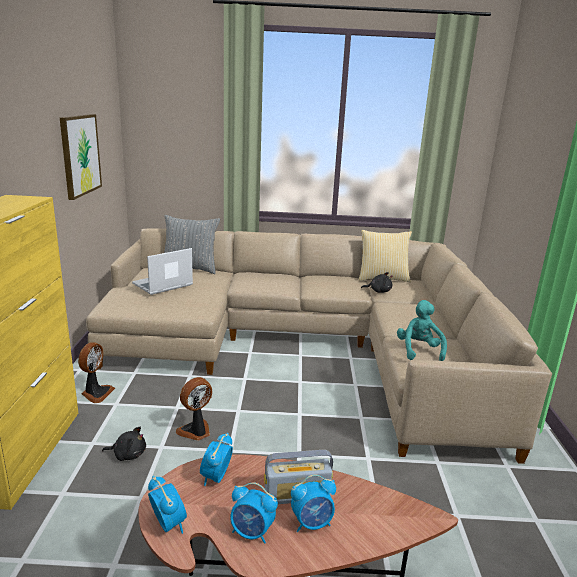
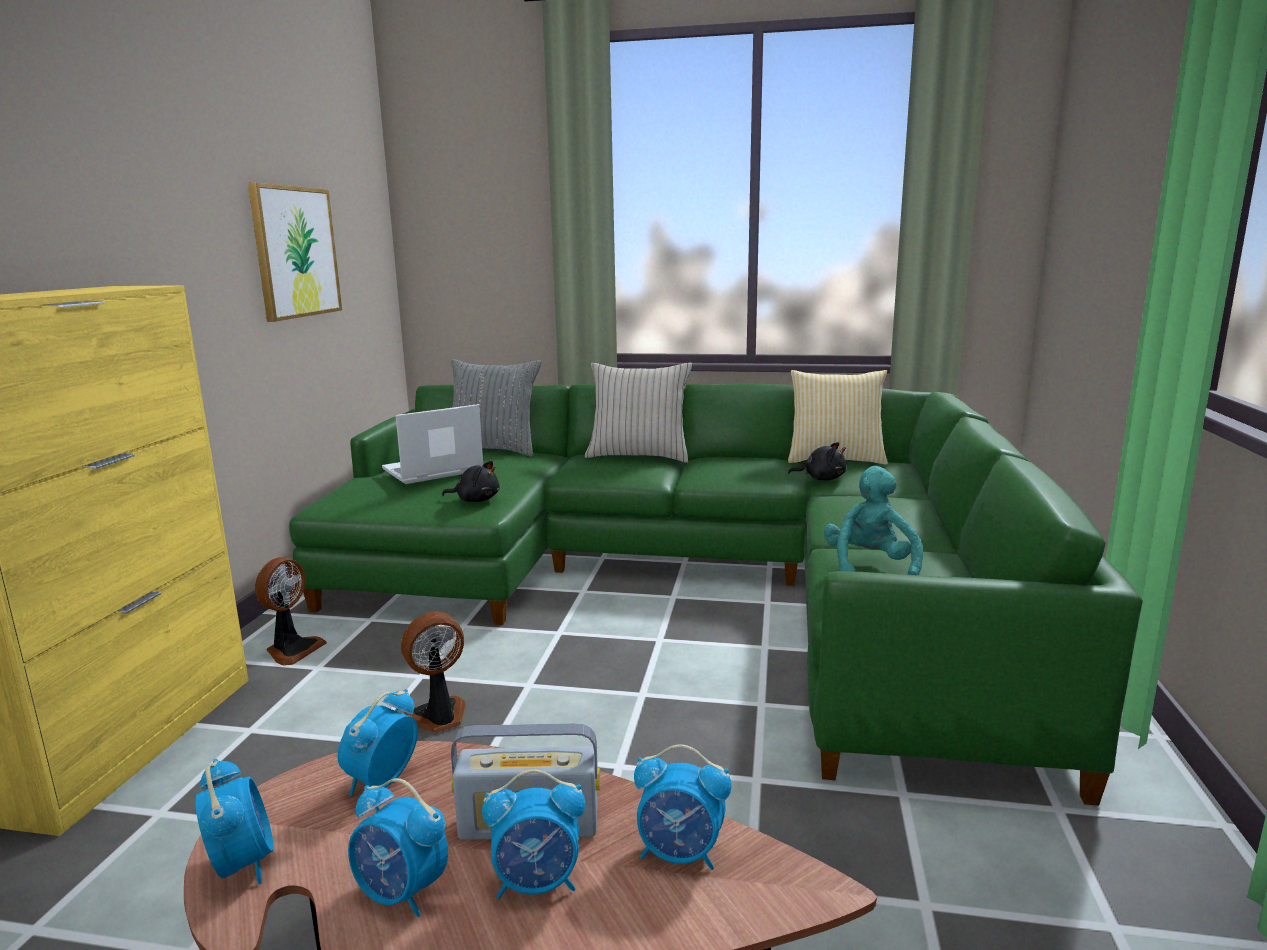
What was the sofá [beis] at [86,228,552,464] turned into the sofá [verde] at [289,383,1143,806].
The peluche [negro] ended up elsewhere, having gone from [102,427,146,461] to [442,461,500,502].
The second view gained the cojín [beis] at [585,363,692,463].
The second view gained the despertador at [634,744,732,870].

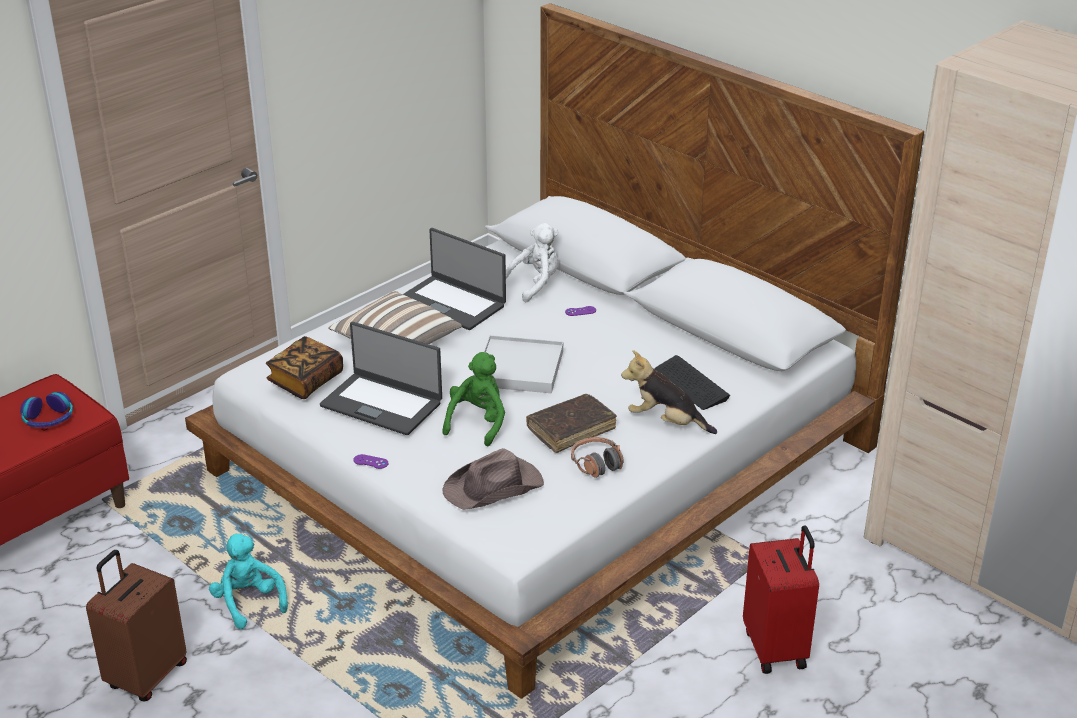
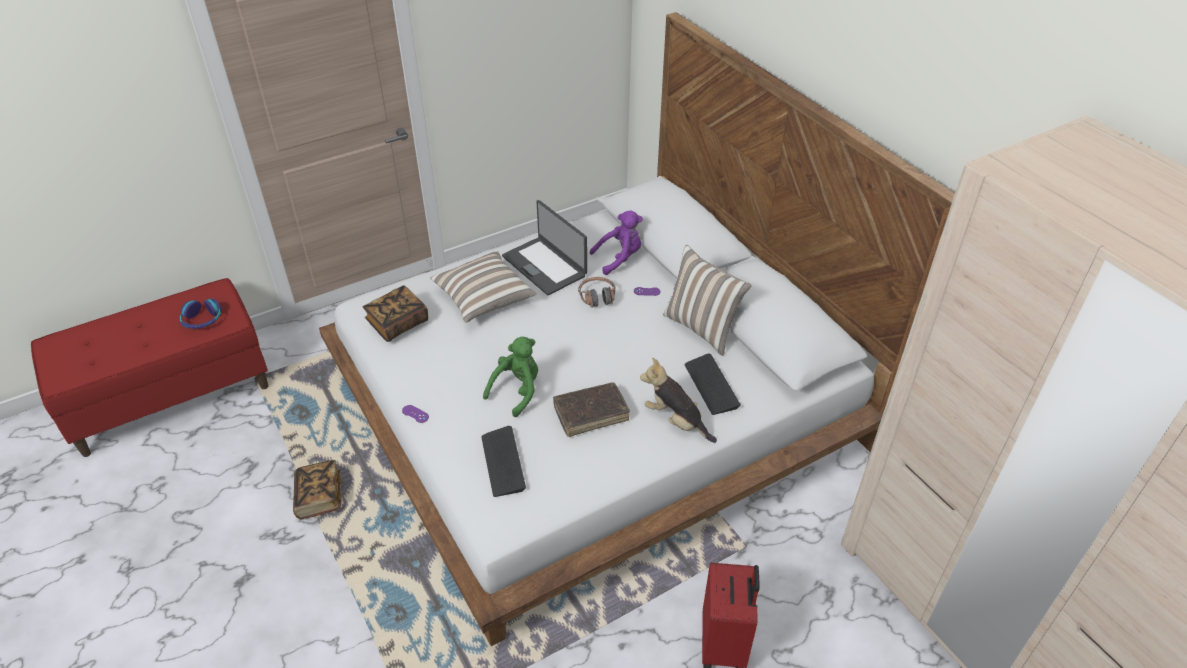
The second view lost the maleta [marrón] at [86,550,187,701].
Where the peluche [turquesa] stood at [209,534,288,629], the libro came to stand at [293,460,342,520].
The second view lost the portátil at [320,322,442,435].
Where the sombrero [marrón] stood at [442,448,544,510], the teclado came to stand at [481,426,526,497].
The second view lost the bandeja [blanco] at [484,335,563,393].
What was the peluche [blanco] at [506,223,559,303] turned into the peluche [morado] at [590,210,643,275].
The auriculares ended up elsewhere, having gone from [571,437,624,478] to [578,277,616,308].
The second view gained the cojín at [663,245,751,356].

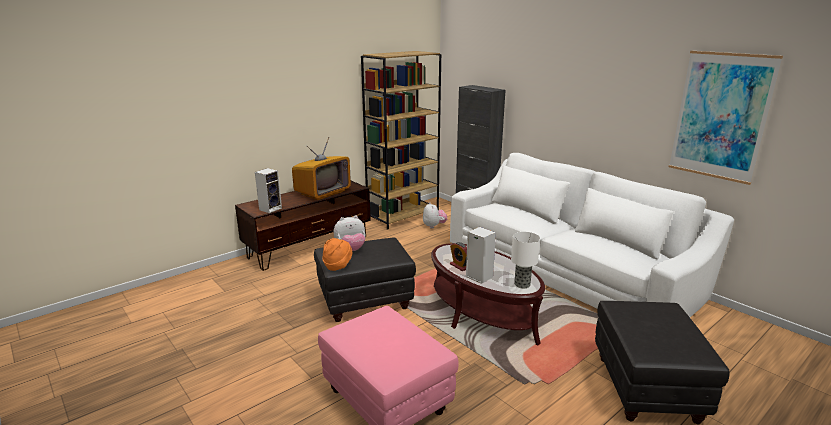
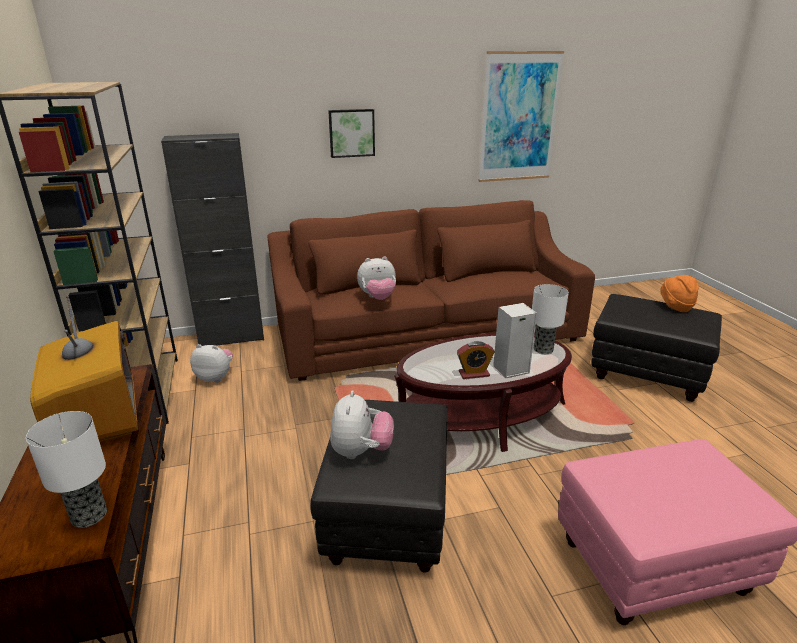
Where the altavoz stood at [255,168,282,213], the lámpara de mesa came to stand at [26,411,107,528].
The sombrero [naranja] ended up elsewhere, having gone from [322,238,352,271] to [660,275,699,312].
What was the sofá [blanco] at [450,153,734,317] turned into the sofá [marrón] at [267,200,595,381].
The second view gained the cuadro at [328,109,375,158].
The second view gained the peluche at [357,256,396,300].

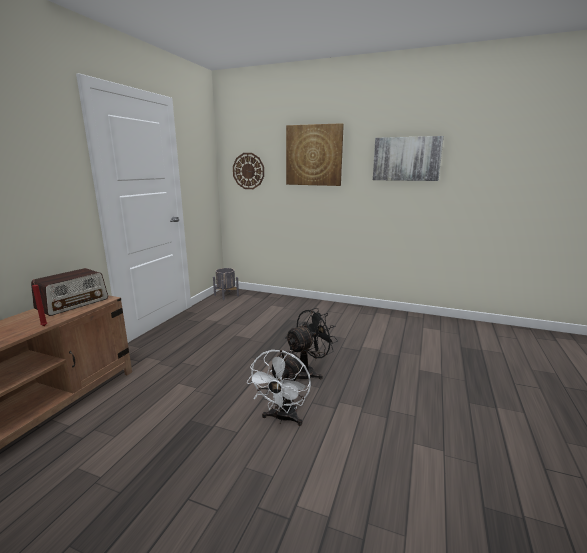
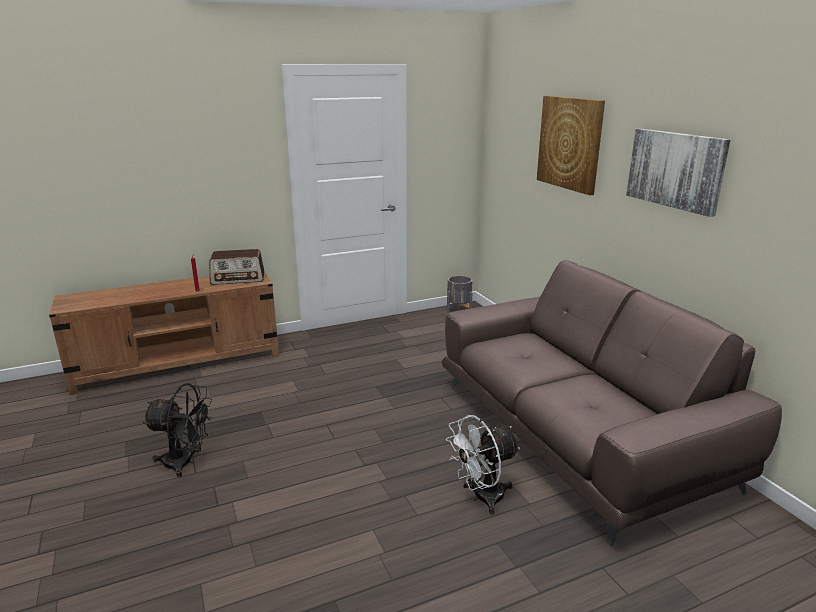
The second view lost the reloj de pared at [233,153,264,189].
The ventilador [blanco] ended up elsewhere, having gone from [247,350,311,426] to [446,415,520,515].
The ventilador [negro] ended up elsewhere, having gone from [285,308,338,379] to [142,383,212,477].
The second view gained the sofá [marrón] at [442,260,782,547].

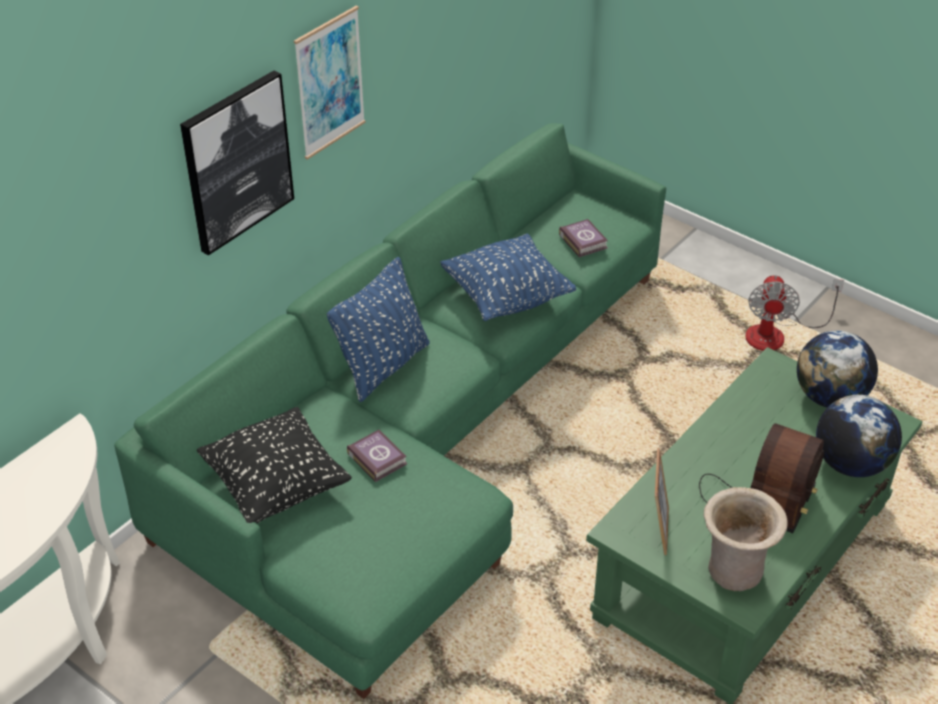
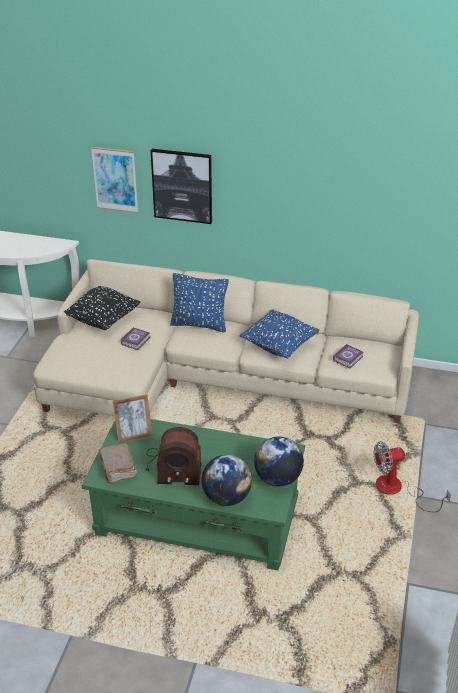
What was the sofá [verde] at [114,123,666,699] turned into the sofá [beis] at [33,259,419,423].
The cuadro ended up elsewhere, having gone from [294,6,366,160] to [91,147,138,213].
Where the florero [beis] stood at [704,487,788,591], the libro [marrón] came to stand at [99,443,137,483].

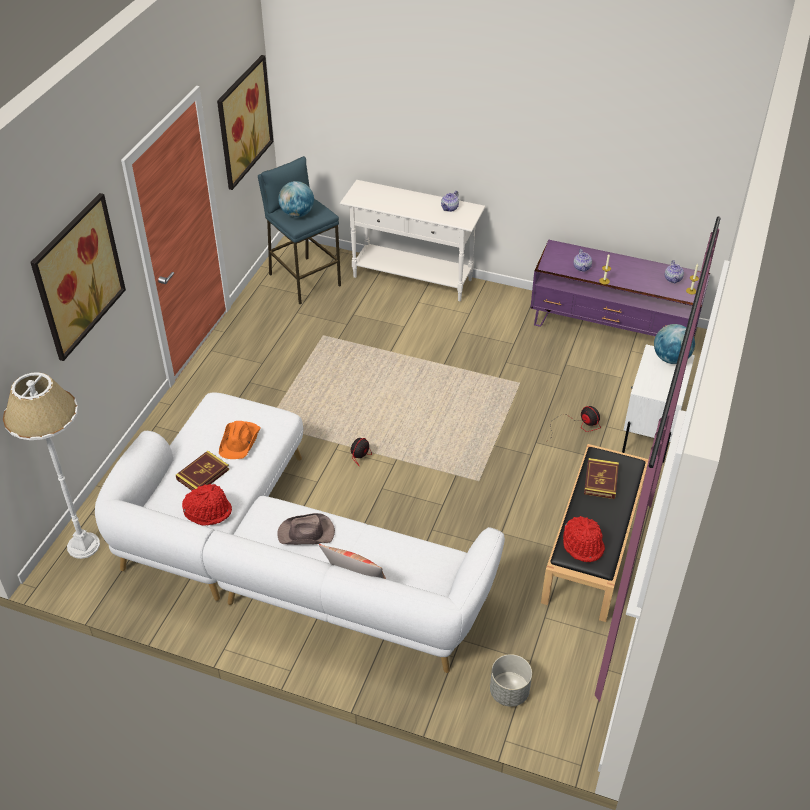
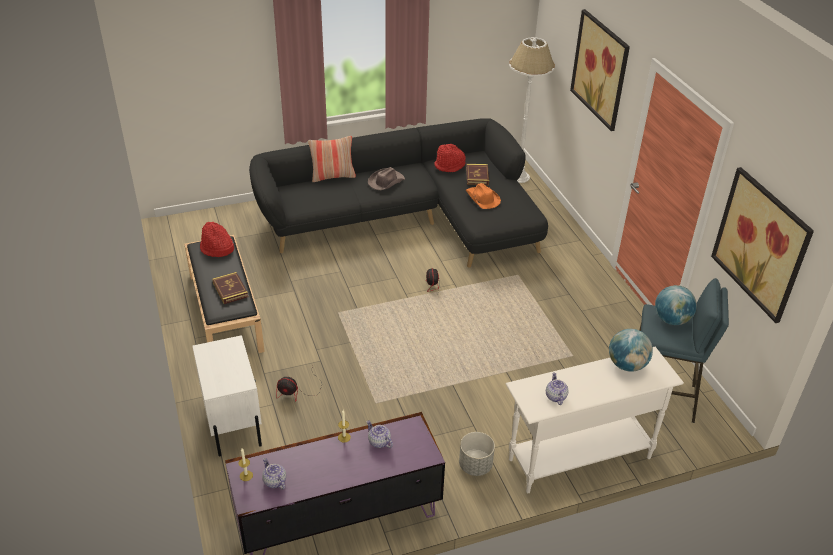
What was the sofá [blanco] at [95,392,505,673] turned into the sofá [negro] at [249,118,548,268].
The maceta [gris] ended up elsewhere, having gone from [490,654,532,707] to [459,432,495,476].
The globo terráqueo ended up elsewhere, having gone from [654,324,695,364] to [609,329,653,372].

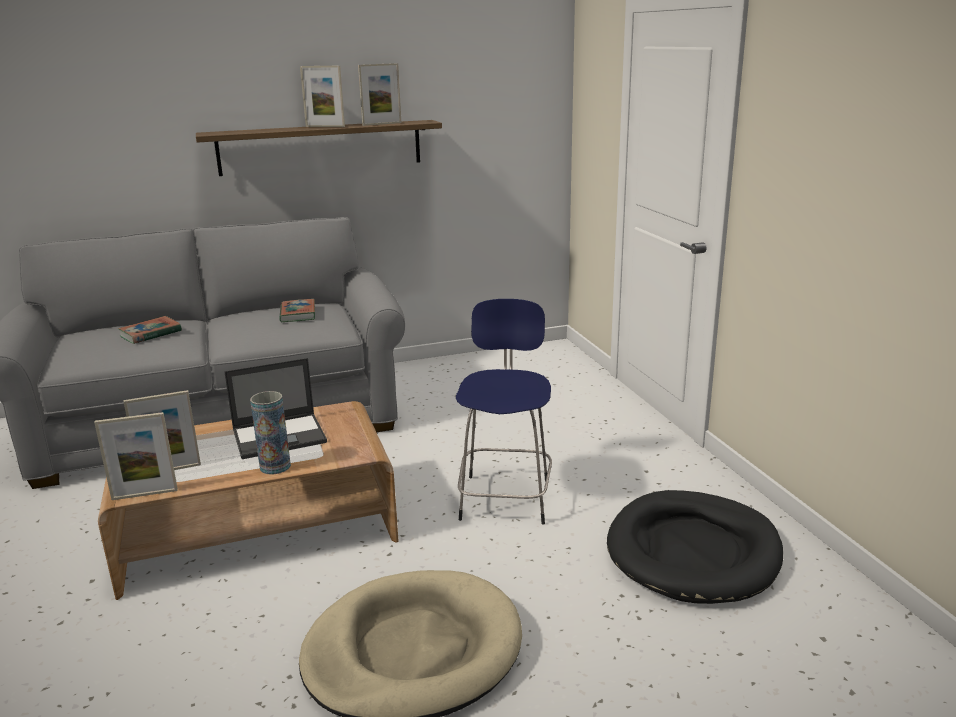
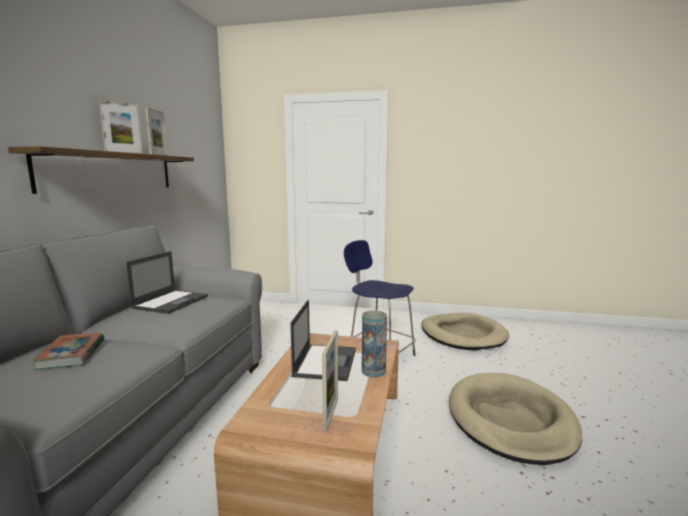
The second view lost the portarretratos at [94,412,178,500].
Where the libro stood at [279,299,315,322], the portátil came to stand at [126,251,208,314].
What was the cama para perro [negro] at [607,490,783,604] turned into the cama para perro [beis] at [421,313,509,350].

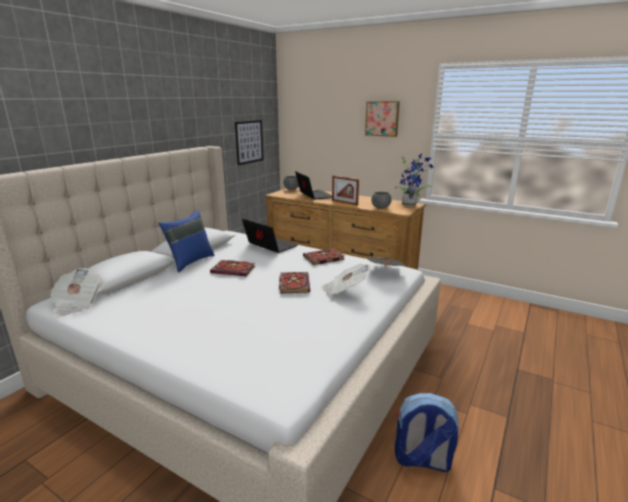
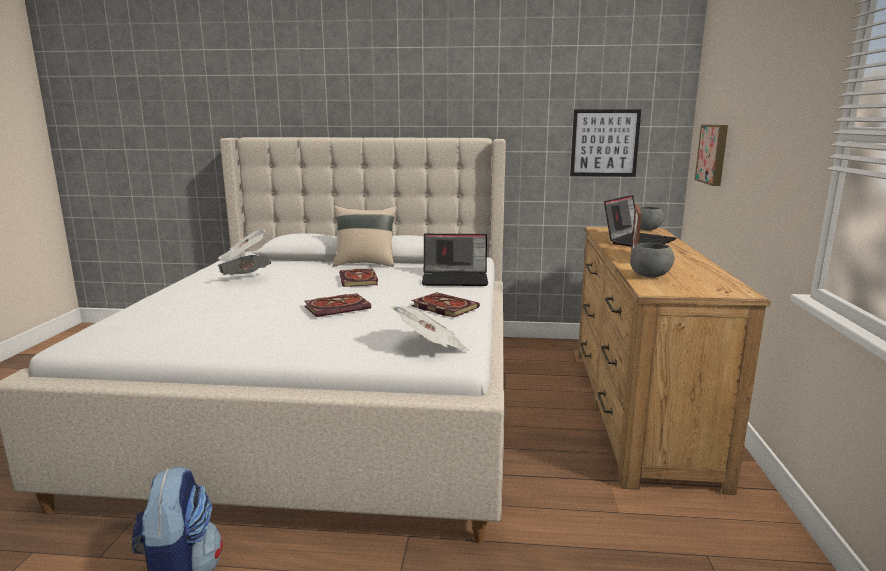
What was the cojín [azul] at [158,210,214,273] turned into the cojín [beis] at [333,206,397,267].
The portátil at [242,219,298,253] ended up facing another way, 75 degrees clockwise from before.
The periódico ended up elsewhere, having gone from [321,263,371,296] to [218,255,271,275].
The cuadro ended up elsewhere, having gone from [365,101,400,137] to [695,124,728,186].
The second view lost the planta en maceta at [394,154,433,206].

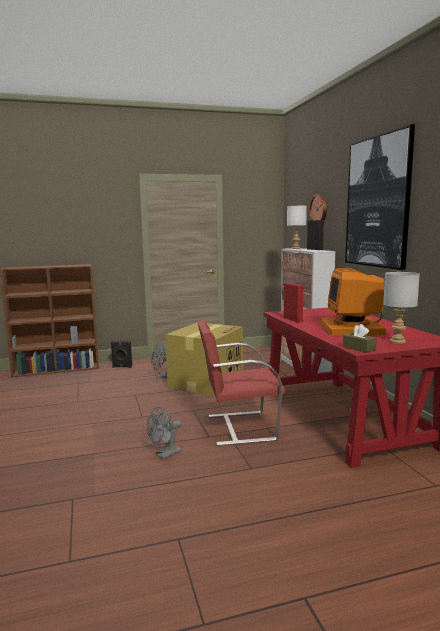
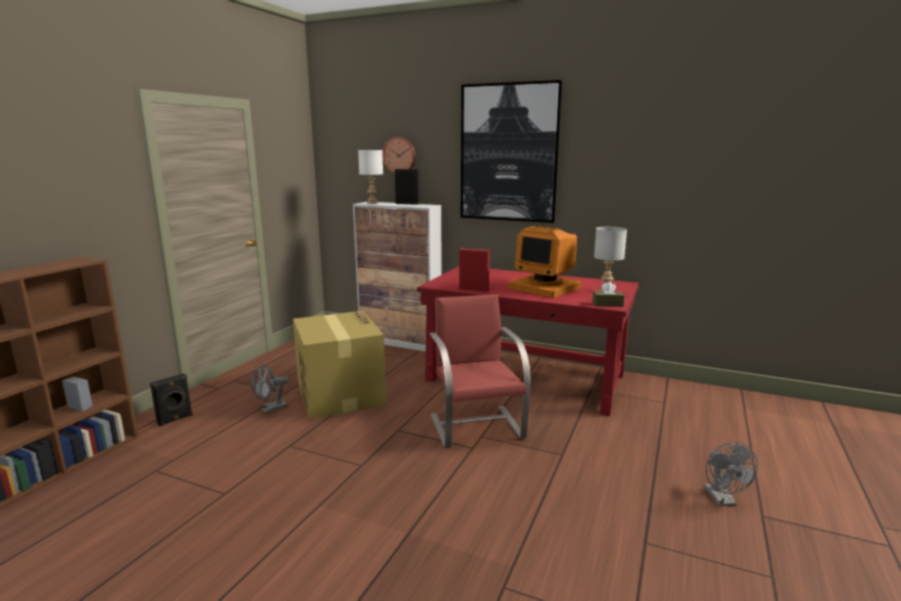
The ventilador [gris] ended up elsewhere, having gone from [147,407,182,459] to [704,442,758,506].
The silla [rojo] at [197,320,285,446] ended up facing another way, 135 degrees clockwise from before.

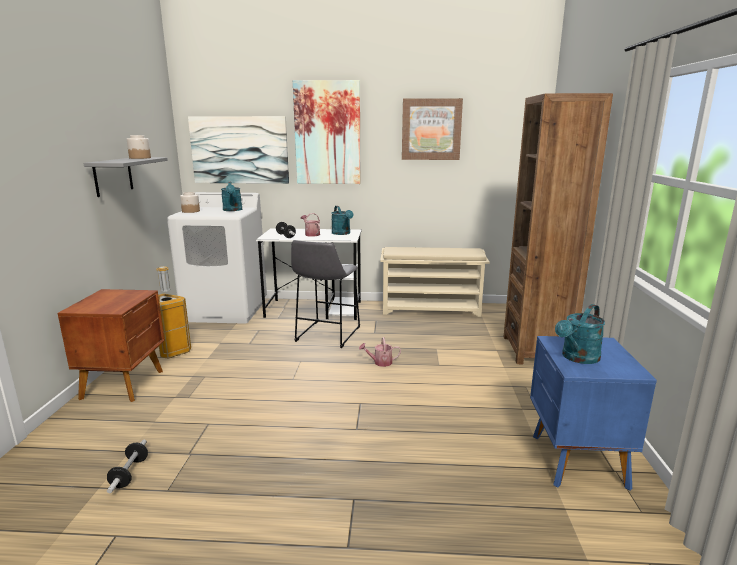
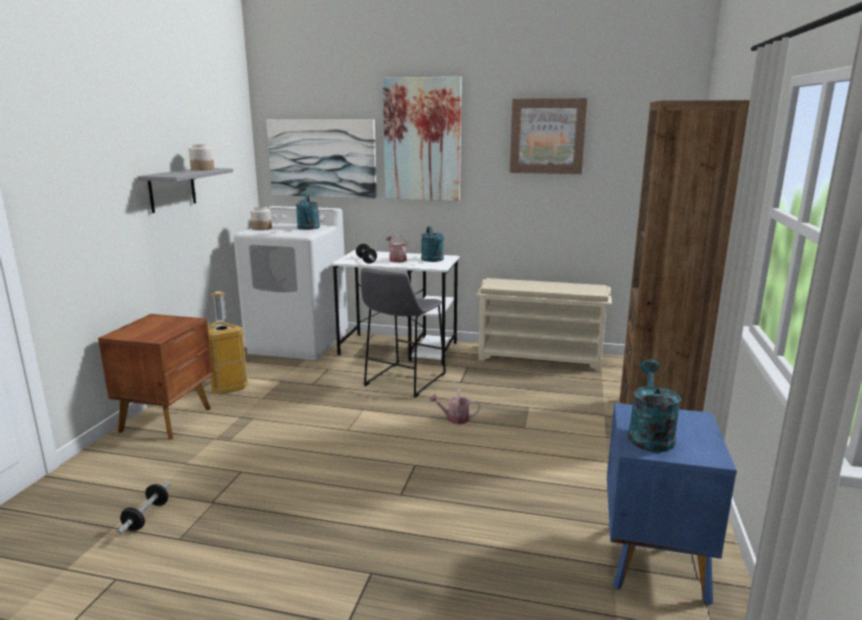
The regadera [turquesa] at [555,304,605,364] ended up facing another way, 135 degrees clockwise from before.

